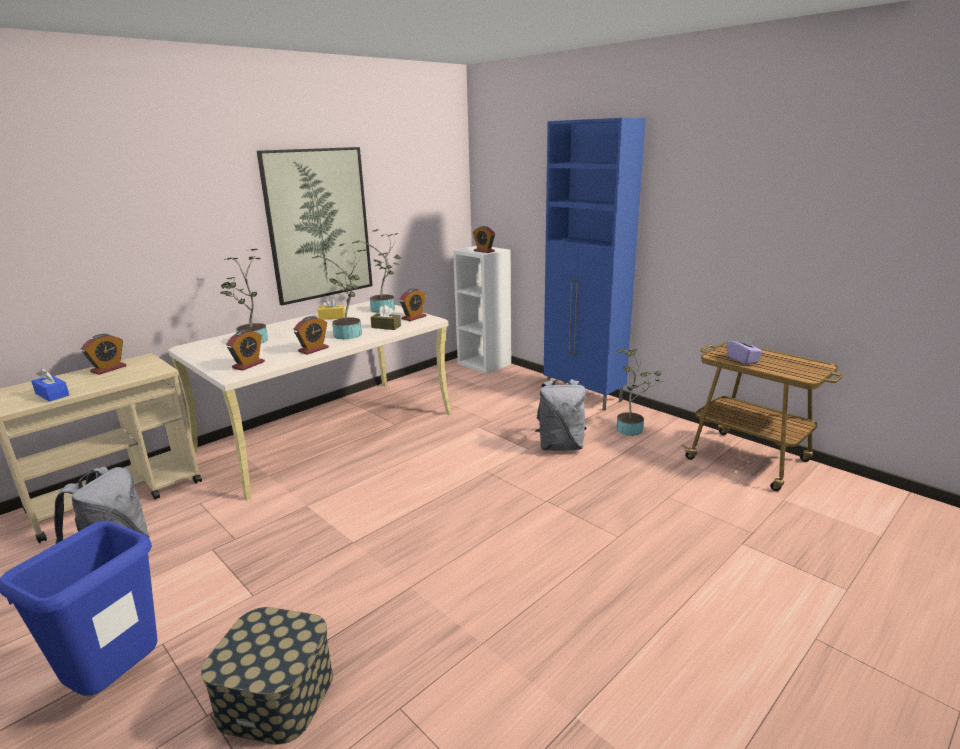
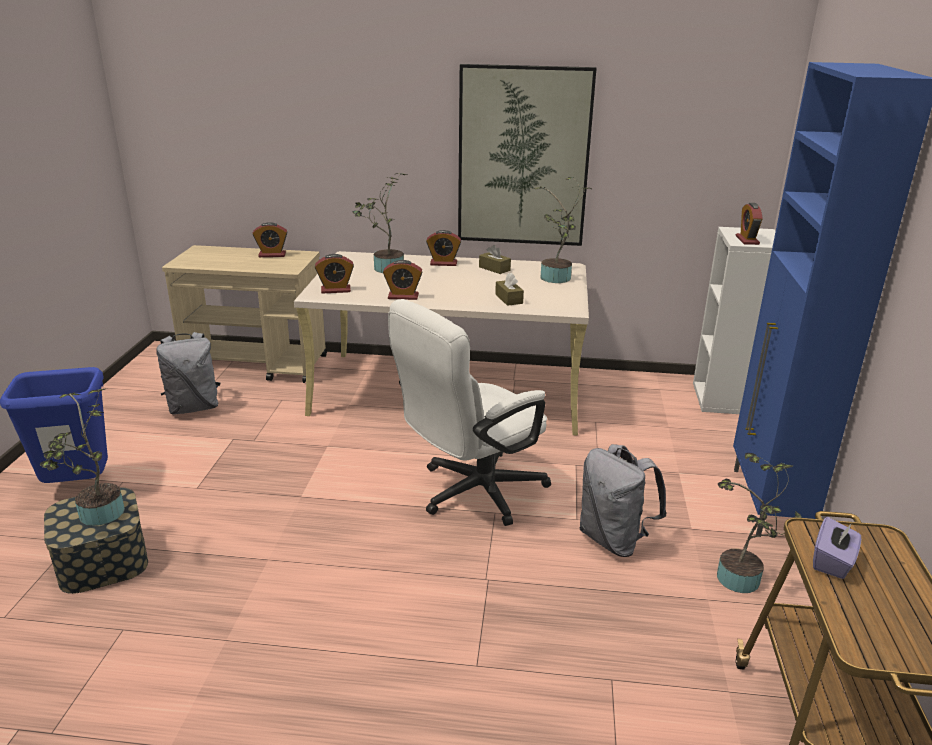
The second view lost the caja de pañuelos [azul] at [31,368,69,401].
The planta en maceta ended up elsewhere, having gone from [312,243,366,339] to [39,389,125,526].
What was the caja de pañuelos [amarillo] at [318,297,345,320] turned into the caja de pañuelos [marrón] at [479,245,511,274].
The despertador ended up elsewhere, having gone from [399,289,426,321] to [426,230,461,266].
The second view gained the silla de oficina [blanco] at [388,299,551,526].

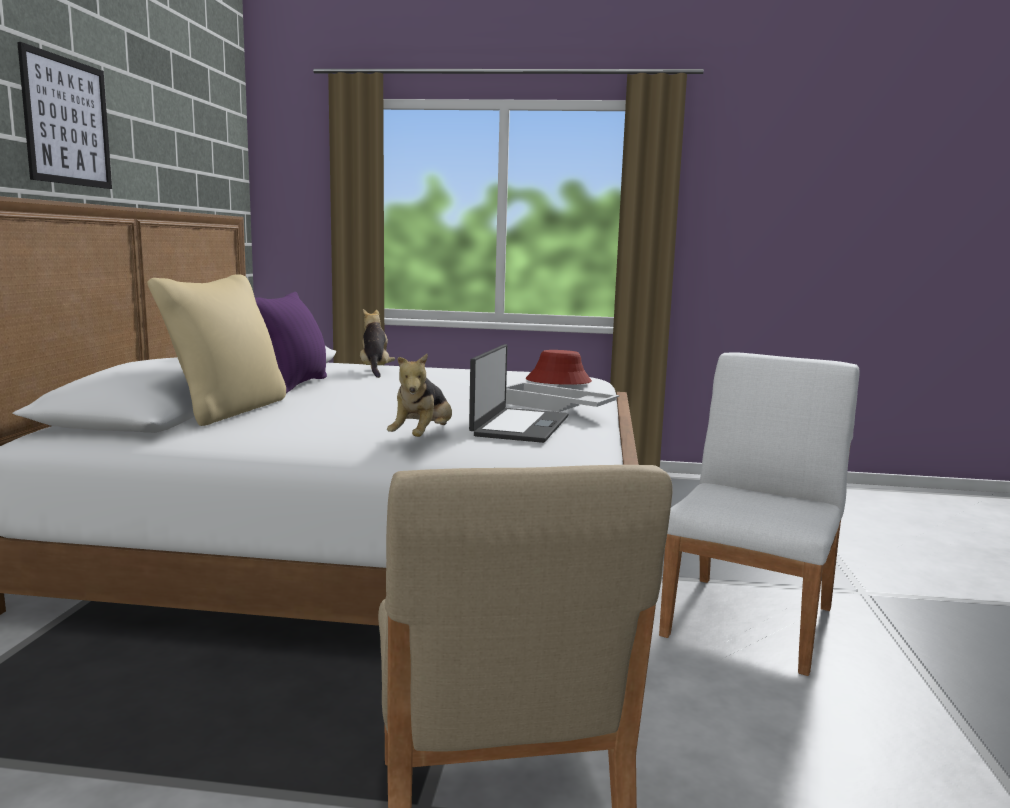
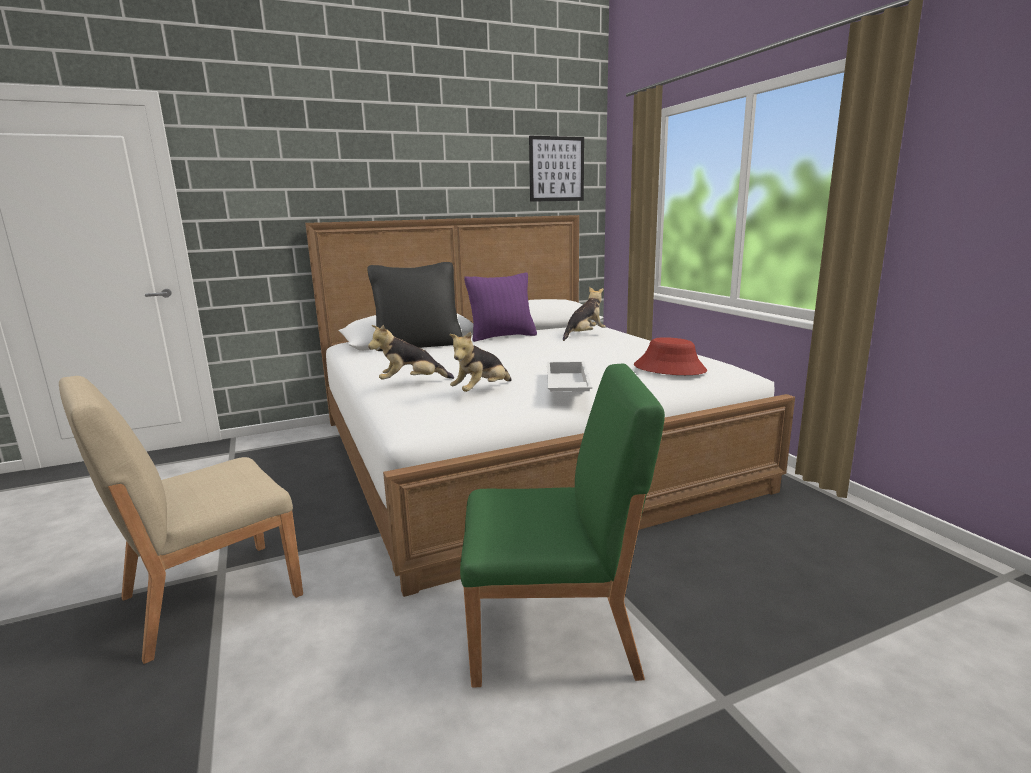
The cuadro ended up elsewhere, having gone from [17,42,112,189] to [529,136,584,202].
What was the cojín [beis] at [147,274,286,426] turned into the cojín [negro] at [367,262,463,351].
Where the portátil stood at [469,344,568,443], the peluche came to stand at [449,332,512,392].
What was the silla [blanco] at [659,352,860,676] turned into the silla [verde] at [460,363,665,688].

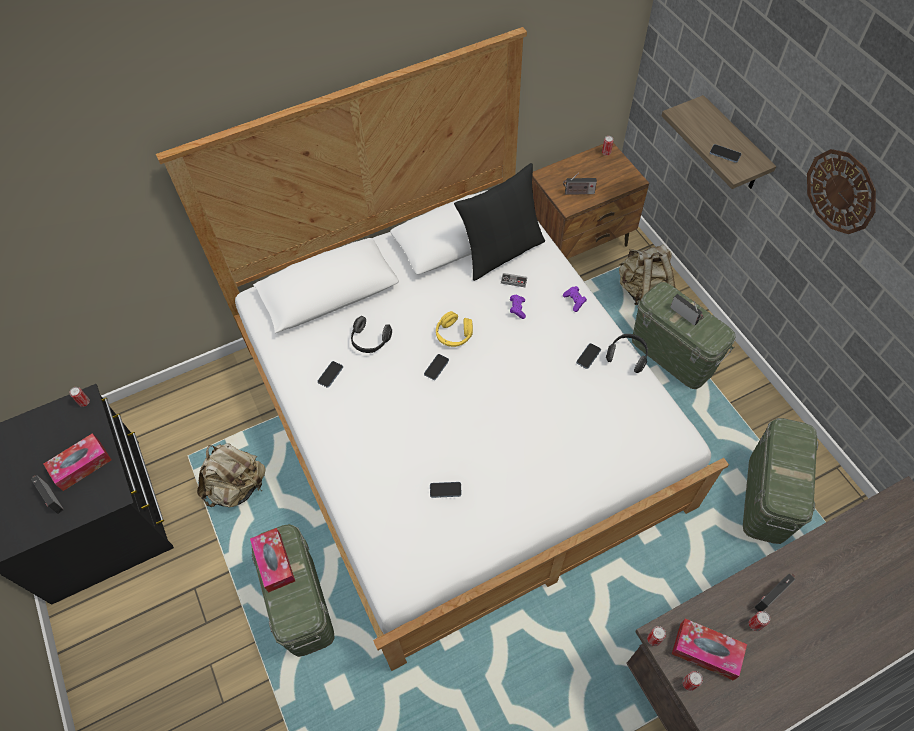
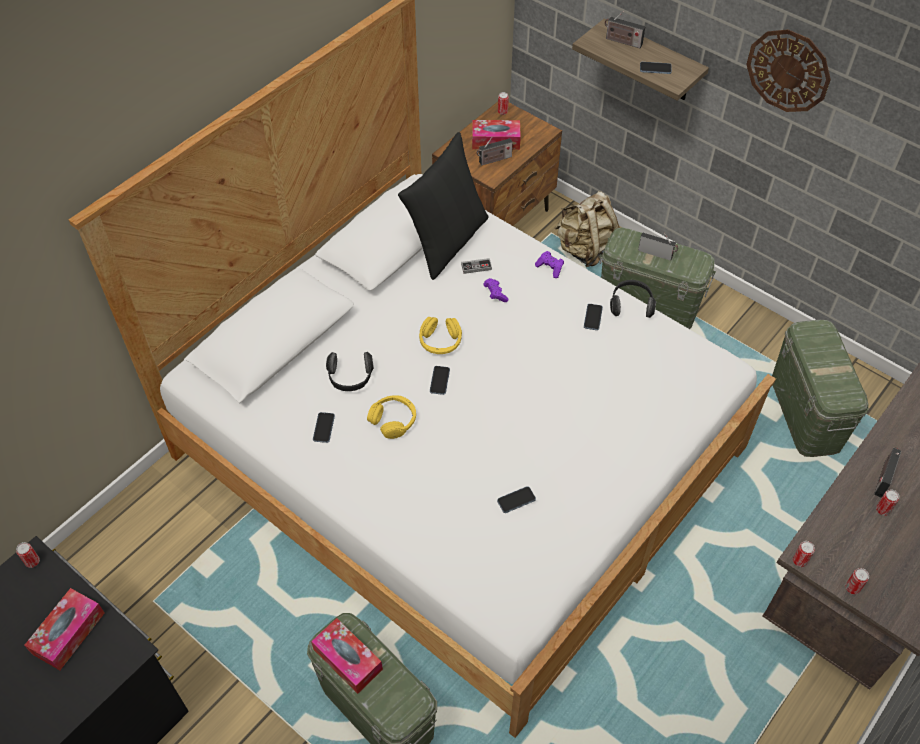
The radio ended up elsewhere, having gone from [31,475,64,514] to [605,11,645,48].
The second view lost the mochila [beis] at [197,443,266,507].
The caja de pañuelos ended up elsewhere, having gone from [672,619,747,680] to [472,120,521,150].
The second view gained the auriculares [amarillo] at [367,395,416,439].

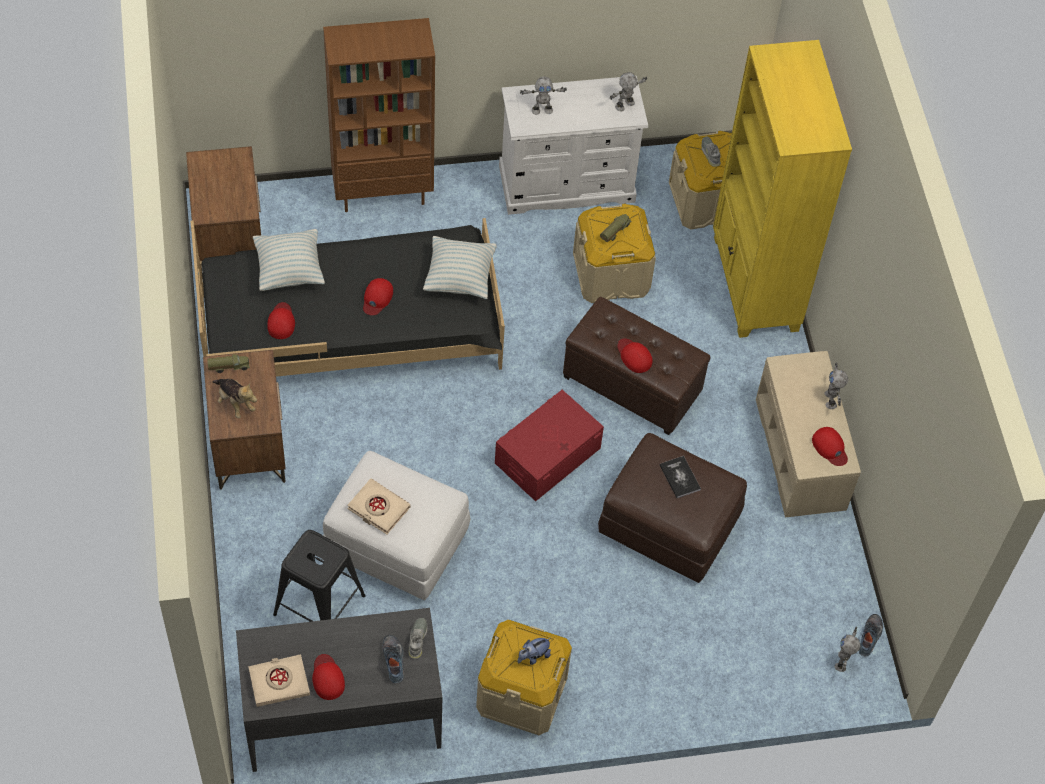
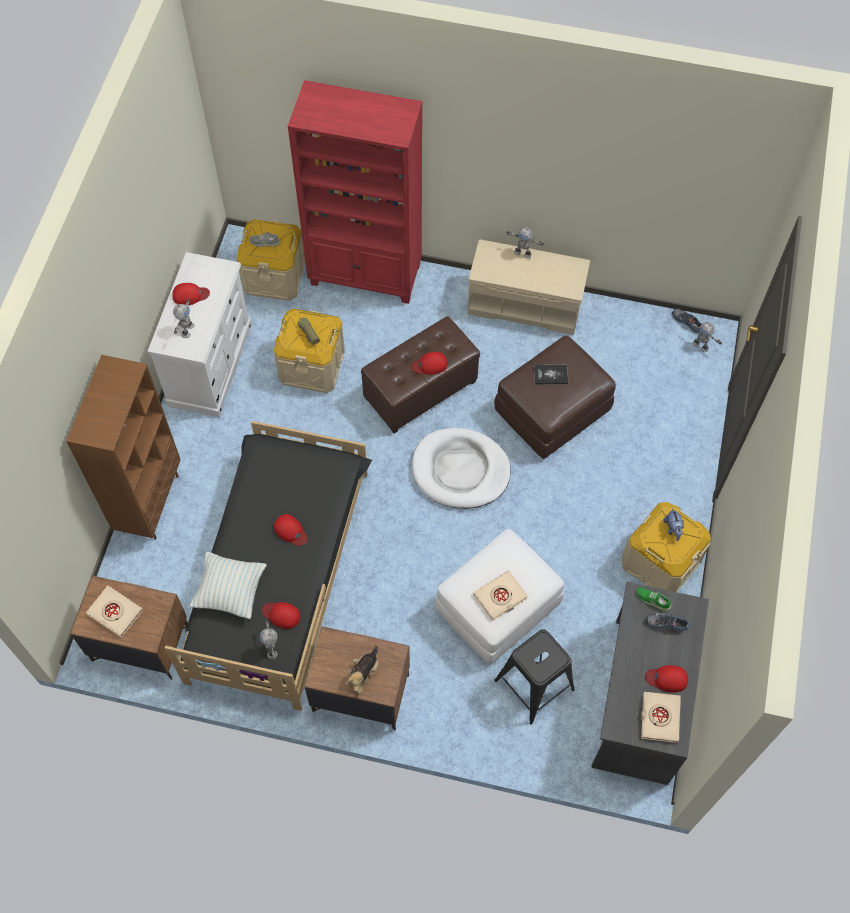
The second view lost the camión de juguete at [207,354,250,373].
The peluche at [213,379,257,418] ended up facing another way, 135 degrees clockwise from before.
What was the zapato [gris] at [408,618,428,659] turned into the zapato [verde] at [637,587,671,611].
The second view lost the cojín at [423,236,496,299].
Where the caja de almacenaje [rojo] stood at [495,390,604,501], the cama para perro [blanco] came to stand at [412,428,511,509].
The robot de juguete ended up elsewhere, having gone from [610,72,647,111] to [259,618,278,661].
What was the estantería [amarillo] at [713,40,852,338] turned into the estantería [rojo] at [288,80,422,304].
The gorra [rojo] ended up elsewhere, having gone from [812,427,848,466] to [172,283,210,305].
The second view gained the libro [beis] at [86,586,143,638].

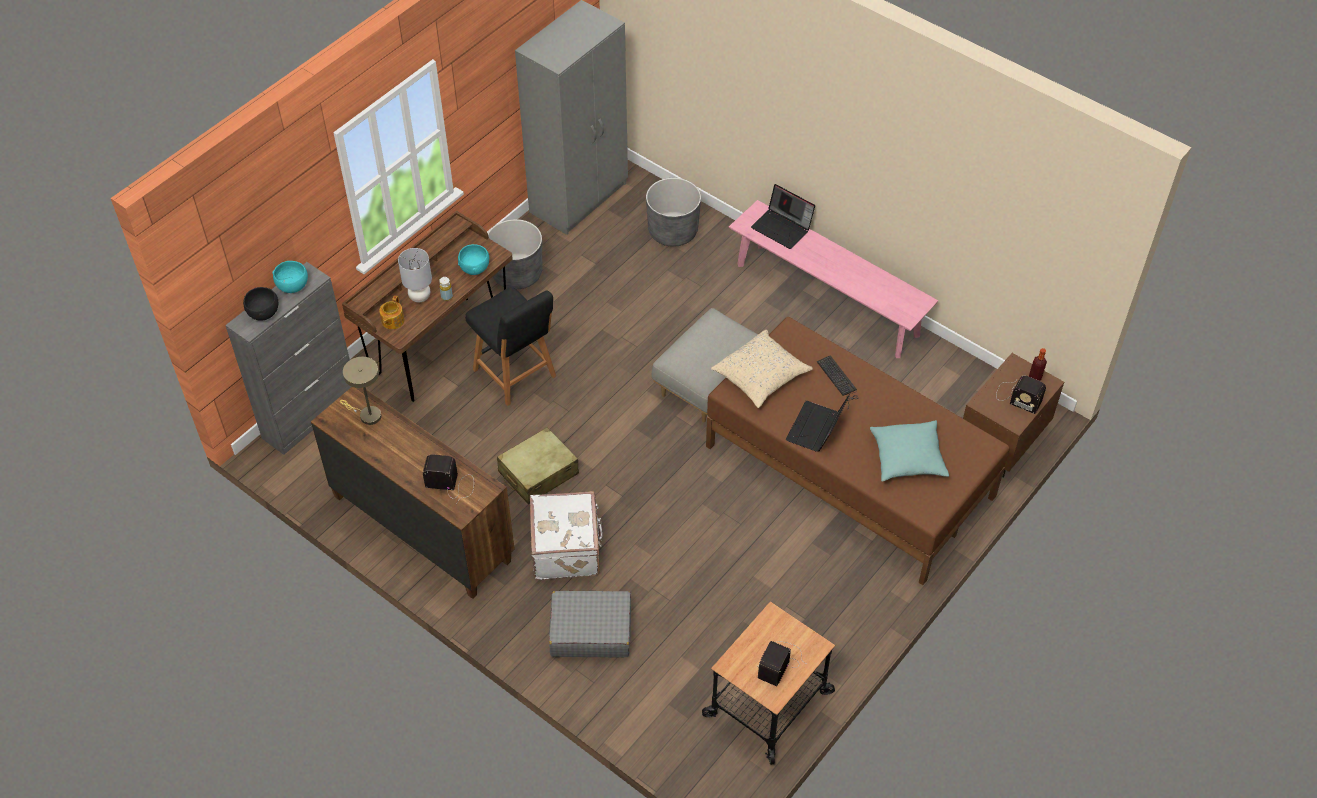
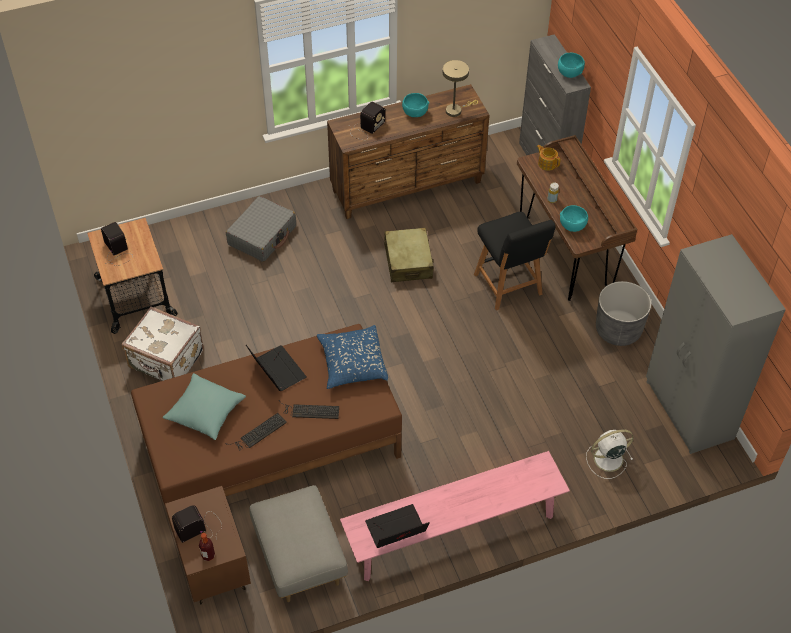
The second view lost the cuenco [negro] at [243,287,278,321].
The second view lost the lámpara de mesa [gris] at [398,248,432,302].
The silla [negro] at [465,287,556,406] ended up facing another way, 105 degrees counterclockwise from before.
The maleta [blanco] ended up elsewhere, having gone from [530,491,603,580] to [122,307,204,381].
Where the maceta [gris] stood at [646,178,701,247], the ventilador [blanco] came to stand at [586,430,634,479].
The puf [gris] ended up elsewhere, having gone from [651,308,758,423] to [250,485,348,602].
What was the cojín [beis] at [711,330,813,408] turned into the cojín [azul] at [317,325,388,389].
The portátil ended up elsewhere, having gone from [751,184,815,249] to [365,504,430,548].
The second view gained the teclado at [225,413,287,450].
The second view gained the cuenco [turquesa] at [402,93,429,117].

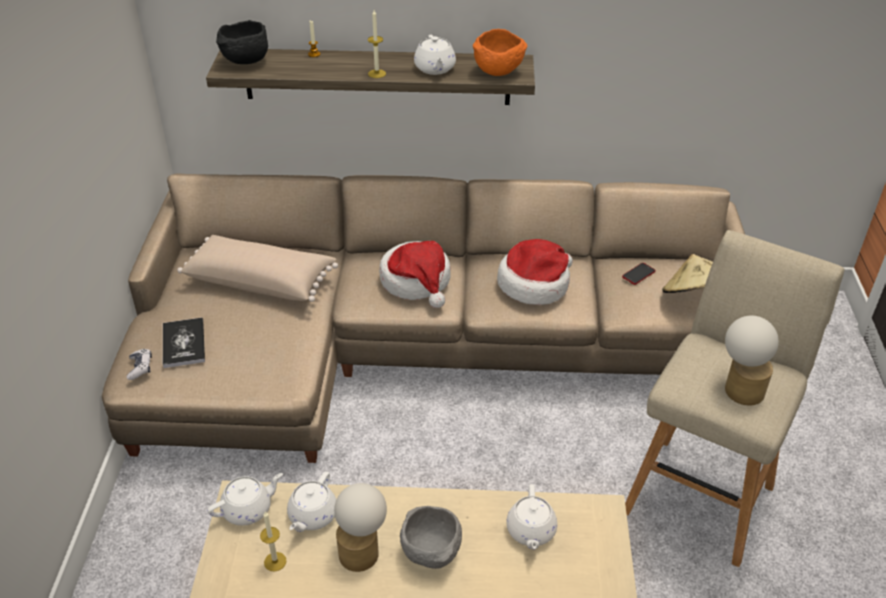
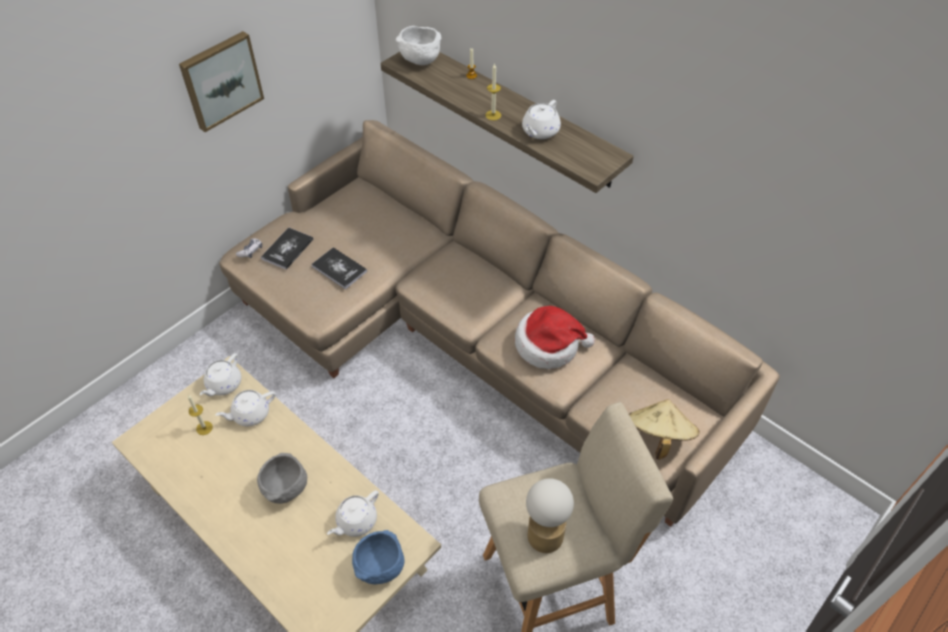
The second view lost the cojín [beis] at [177,235,338,302].
The tetera [blanco] at [207,473,283,526] ended up facing another way, 105 degrees clockwise from before.
What was the cuenco [negro] at [216,20,268,64] turned into the cuenco [blanco] at [396,26,441,65].
The second view lost the lámpara de mesa at [334,483,387,572].
The second view lost the sombrero at [379,241,451,308].
The second view lost the cuenco [naranja] at [473,29,527,76].
The second view lost the móvil at [622,263,655,285].
The second view gained the cuadro at [179,31,264,132].
The second view gained the libro at [311,247,367,290].
The second view gained the cuenco [azul] at [352,530,405,584].

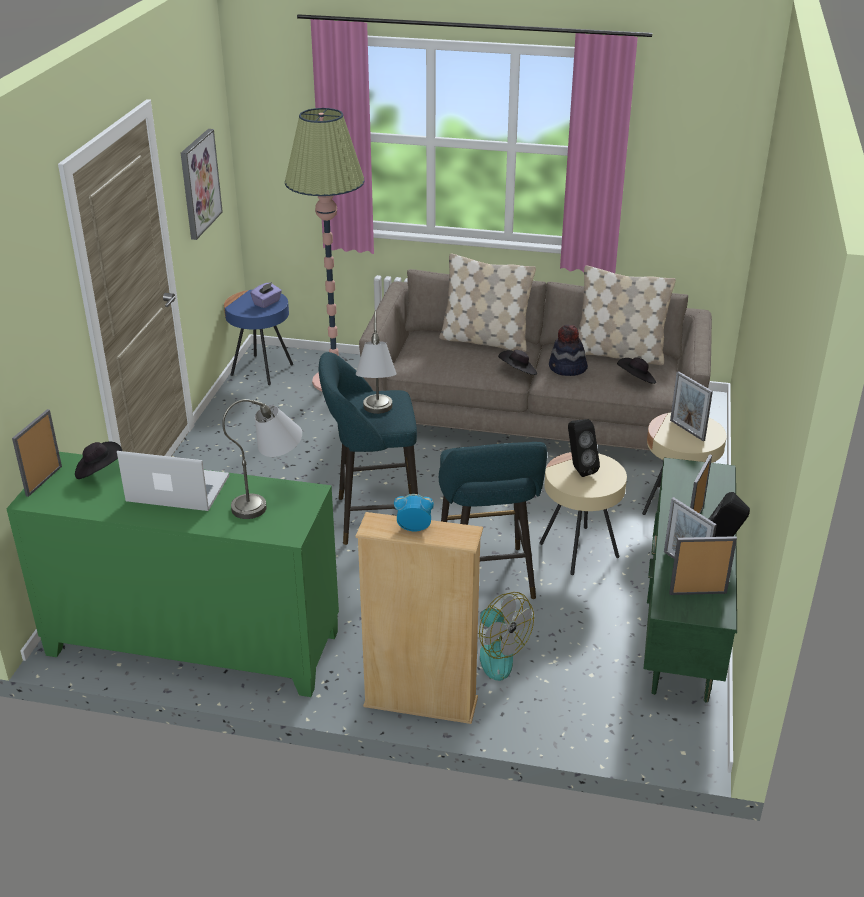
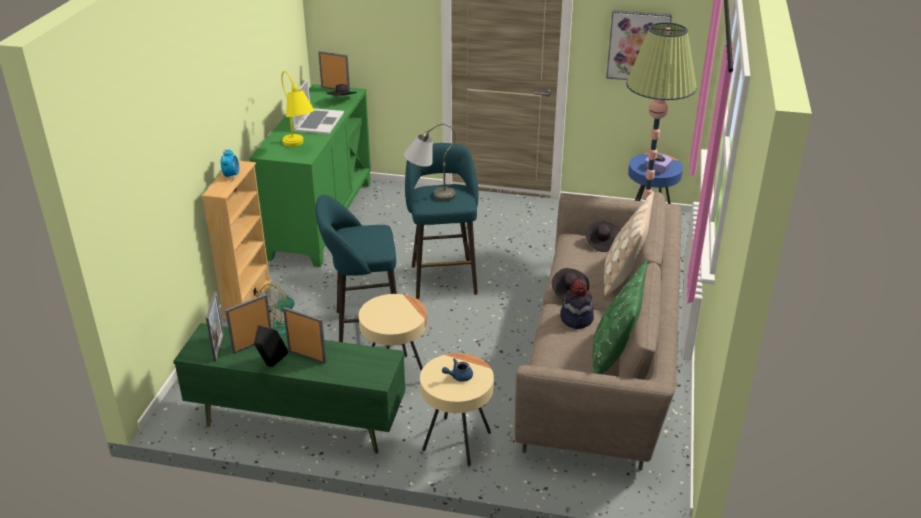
What was the lámpara de mesa [gris] at [222,399,302,519] turned into the lámpara de mesa [amarillo] at [281,71,315,147].
The second view lost the altavoz [negro] at [568,419,600,477].
What was the cojín [beis] at [578,266,676,365] turned into the cojín [verde] at [593,261,648,374].
The sombrero [negro] ended up elsewhere, having gone from [617,357,656,384] to [586,221,620,252].
Where the portarretratos stood at [670,371,713,441], the tetera [azul] came to stand at [442,358,473,382].

